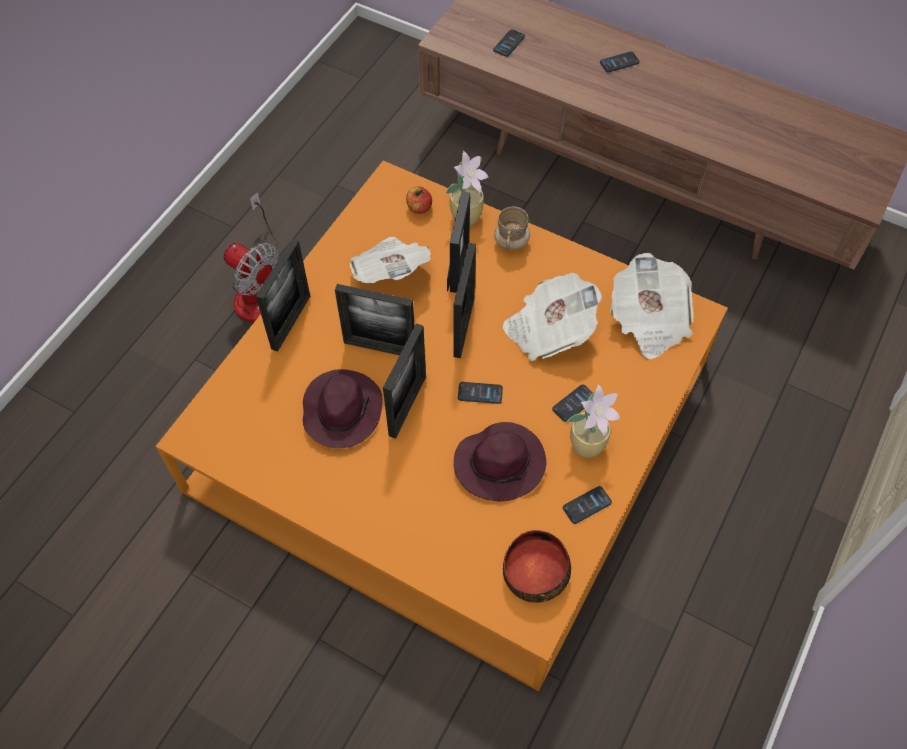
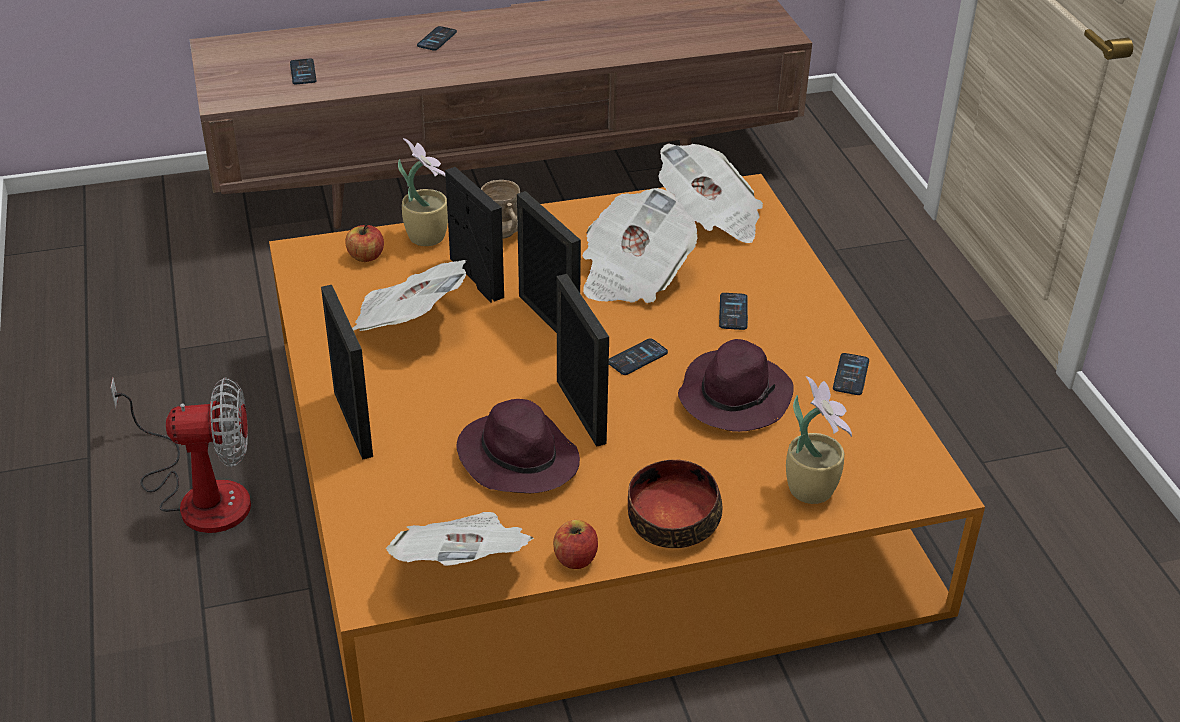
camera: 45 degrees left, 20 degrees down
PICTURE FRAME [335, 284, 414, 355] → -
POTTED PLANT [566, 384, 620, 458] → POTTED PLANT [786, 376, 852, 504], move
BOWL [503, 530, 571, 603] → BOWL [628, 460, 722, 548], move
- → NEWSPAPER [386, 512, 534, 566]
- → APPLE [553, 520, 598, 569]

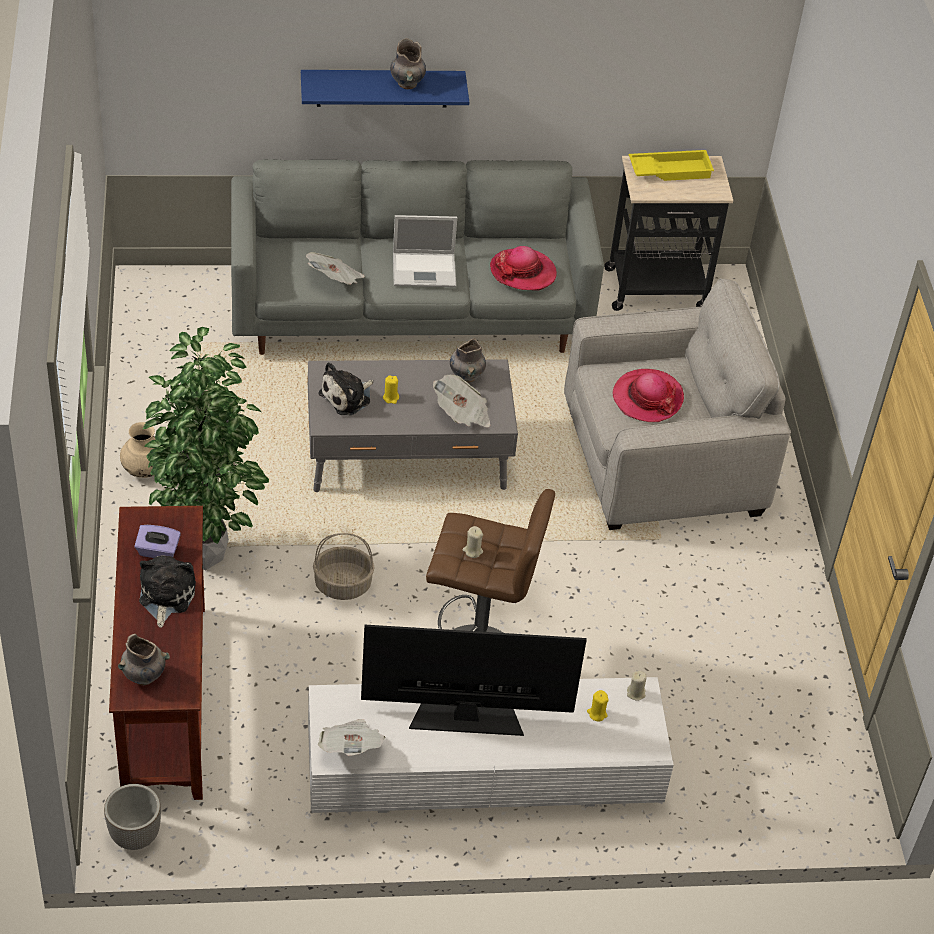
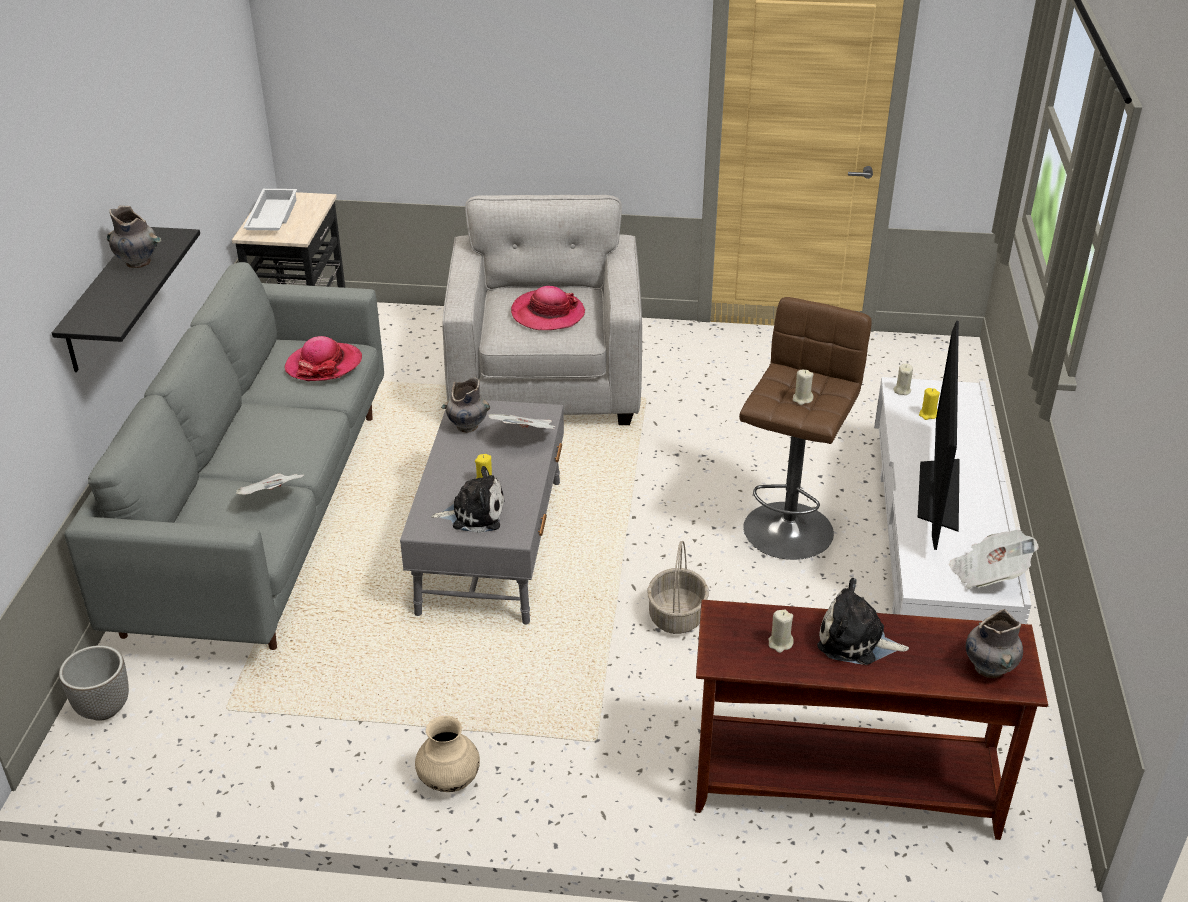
camera: 75 degrees left, 10 degrees down
BLUE SHELF [301, 70, 469, 108] → BLACK SHELF [52, 227, 200, 372]
YELLOW TRAY [629, 150, 714, 181] → WHITE TRAY [244, 189, 297, 230]
LAPTOP [393, 215, 457, 287] → -
POTTED PLANT [143, 327, 269, 571] → -
PLUSH TOY [318, 362, 374, 415] → PLUSH TOY [431, 466, 505, 533], 60 degrees counterclockwise
PURPLE TISSUE BOX [134, 525, 181, 558] → BEIGE CANDLE [769, 610, 794, 653]
PLANTER [104, 784, 161, 850] → PLANTER [59, 645, 129, 721], move

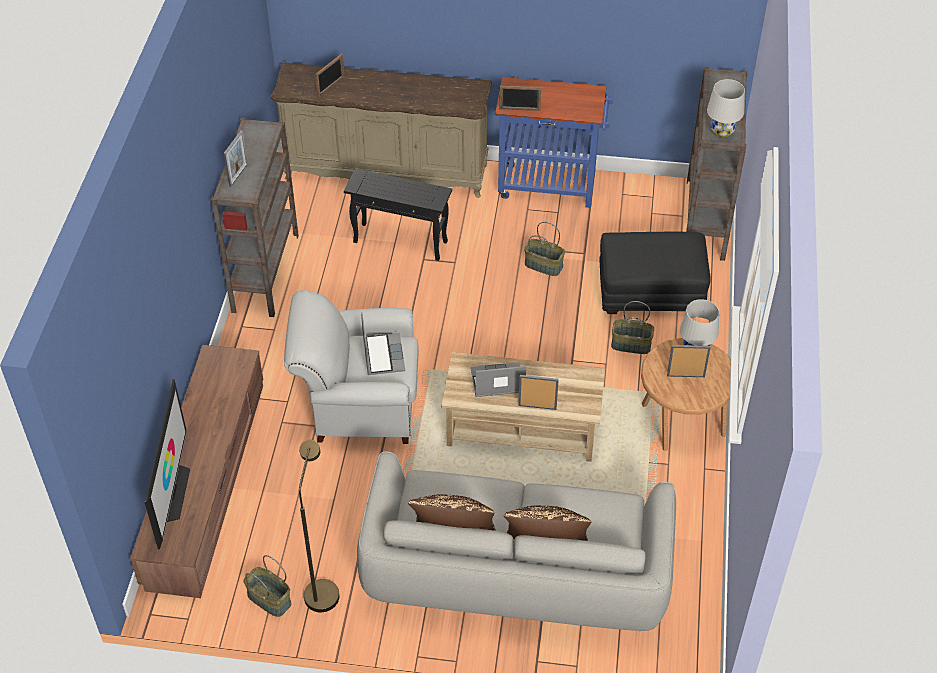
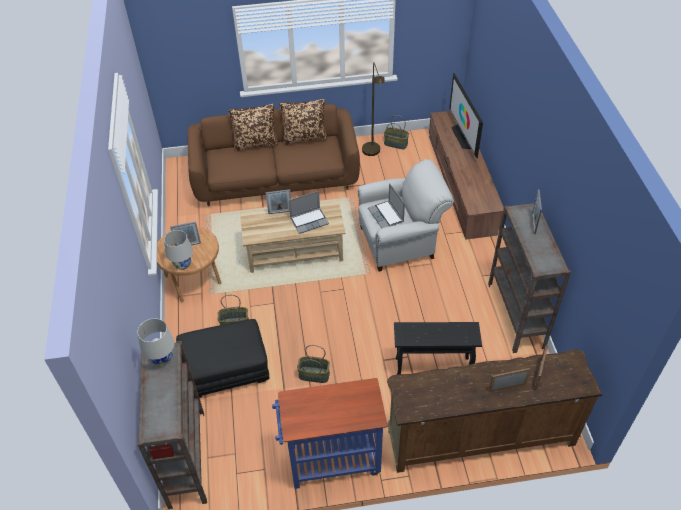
camera: 165 degrees right, 0 degrees up
PICTURE FRAME [499, 85, 541, 111] → PICTURE FRAME [489, 368, 530, 392], move
GREY SOFA [357, 451, 676, 632] → BROWN SOFA [188, 104, 360, 206]

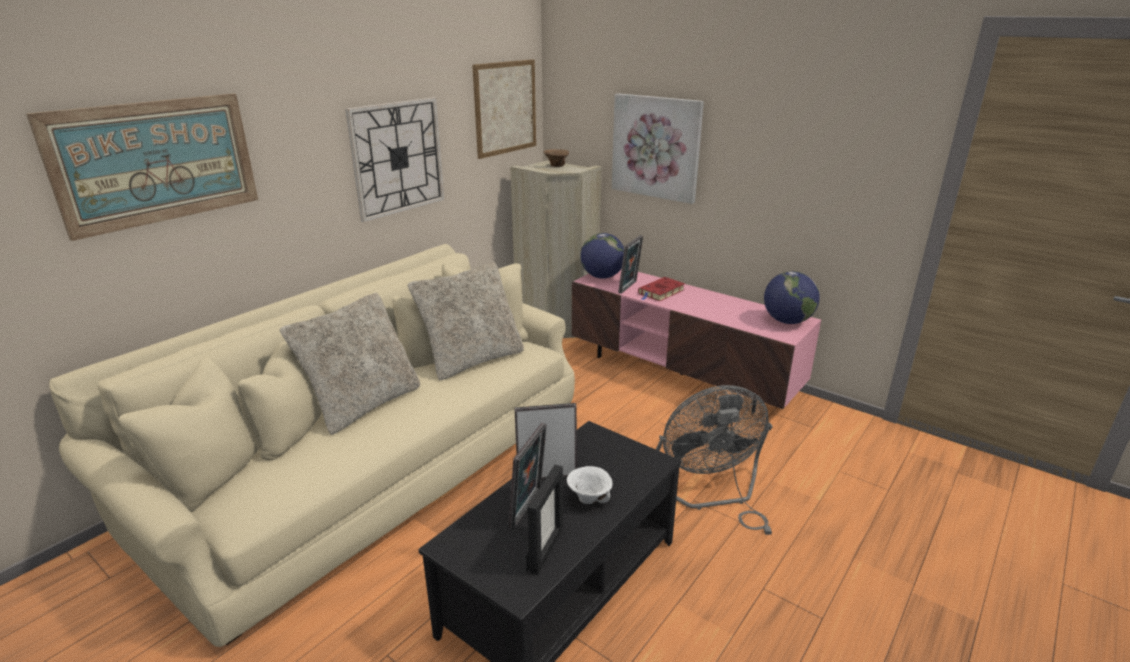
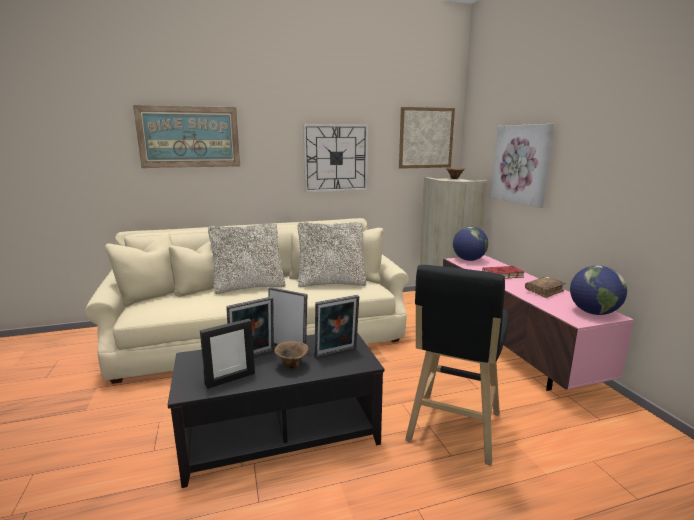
camera: 35 degrees right, 10 degrees down
PICTURE FRAME [618, 235, 643, 294] → PICTURE FRAME [314, 295, 359, 358], move
GREY FAN [656, 385, 772, 535] → BLACK STOOL [405, 265, 508, 466]
WHITE BOWL [567, 466, 612, 504] → BROWN BOWL [274, 341, 309, 370]
- → BROWN BOOK [525, 277, 566, 298]

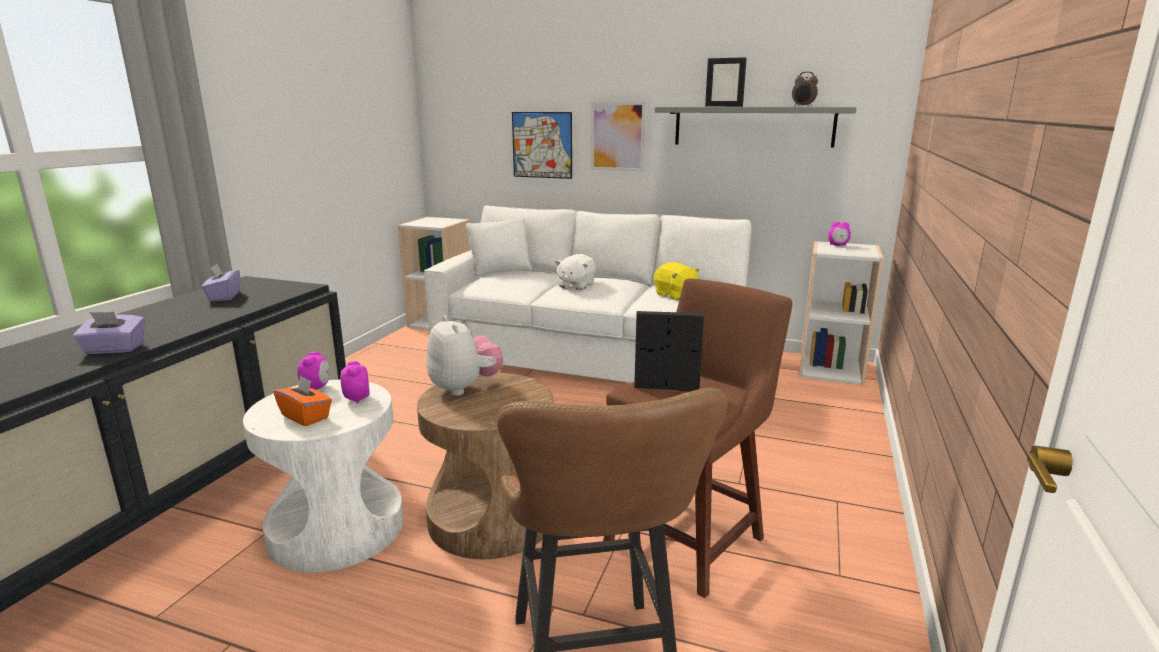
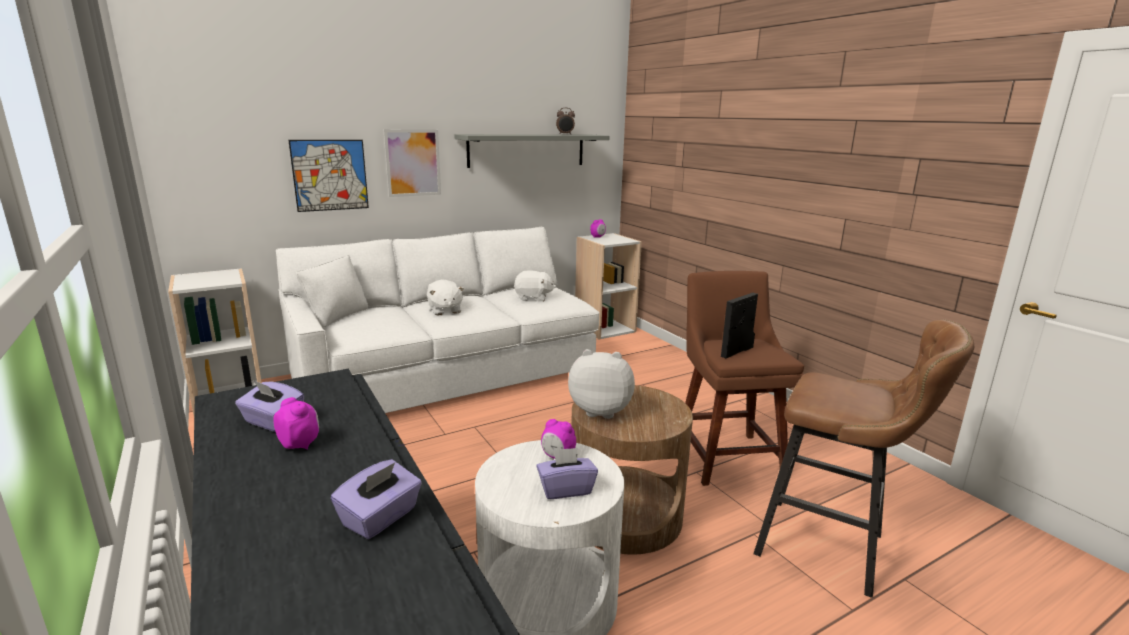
camera: 50 degrees left, 0 degrees up
PICTURE FRAME [705, 57, 747, 107] → -
YELLOW PLUSH TOY [654, 262, 700, 300] → WHITE PLUSH TOY [514, 270, 556, 301]
ALARM CLOCK [298, 351, 330, 390] → ALARM CLOCK [274, 397, 319, 450], move
ORANGE TISSUE BOX [274, 375, 332, 426] → PURPLE TISSUE BOX [536, 447, 598, 499]

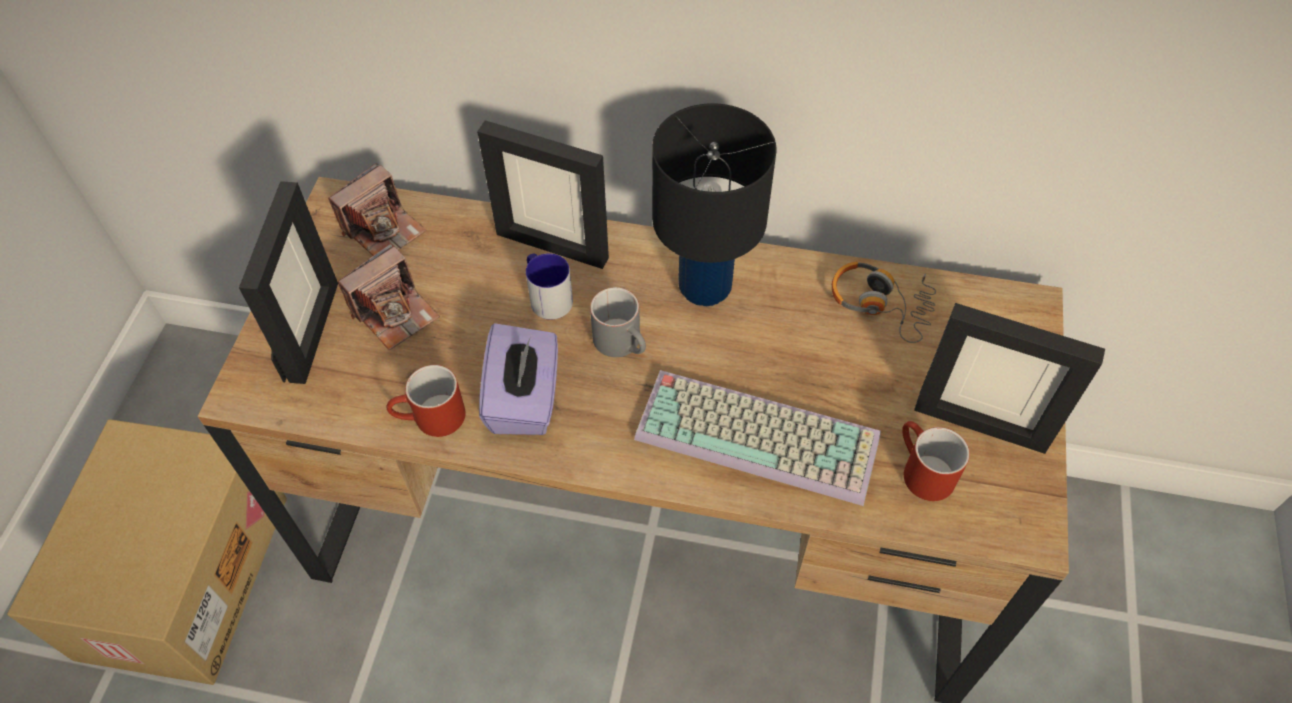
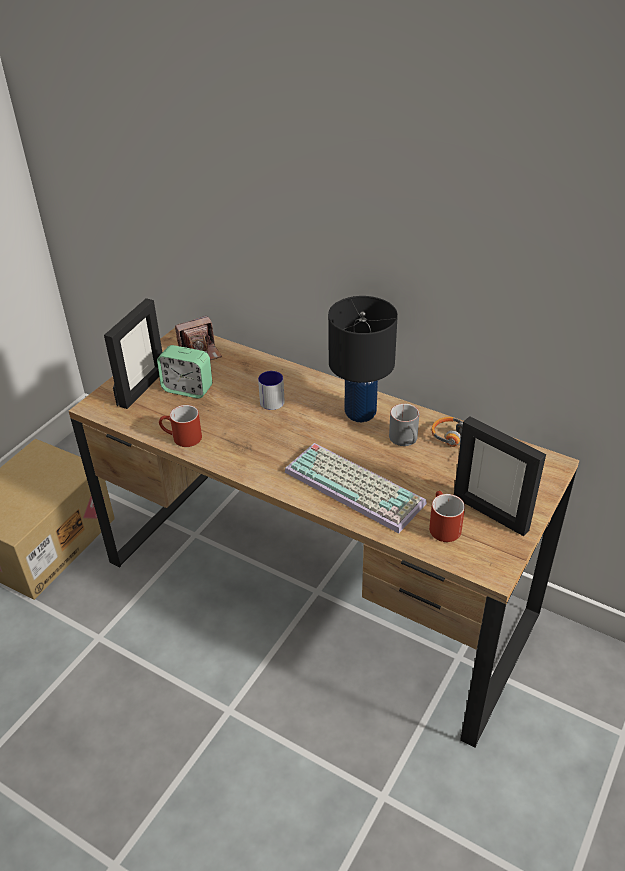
camera: 20 degrees right, 15 degrees down
PICTURE FRAME [477, 120, 609, 269] → -
PHOTO CAMERA [337, 244, 440, 350] → ALARM CLOCK [157, 345, 212, 399]
GREY MUG [590, 287, 646, 357] → GREY MUG [389, 404, 419, 446], move
PURPLE TISSUE BOX [479, 323, 558, 435] → -

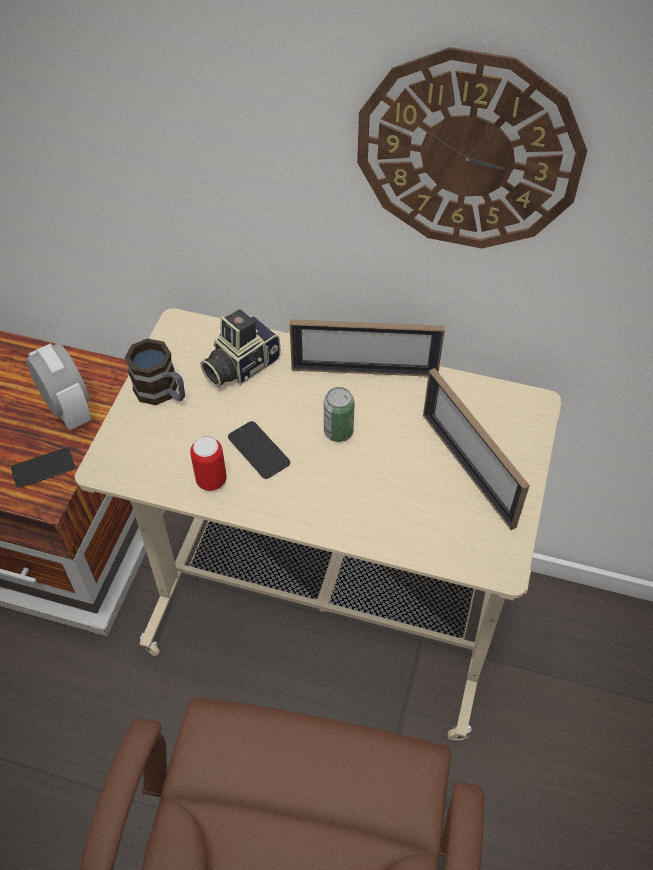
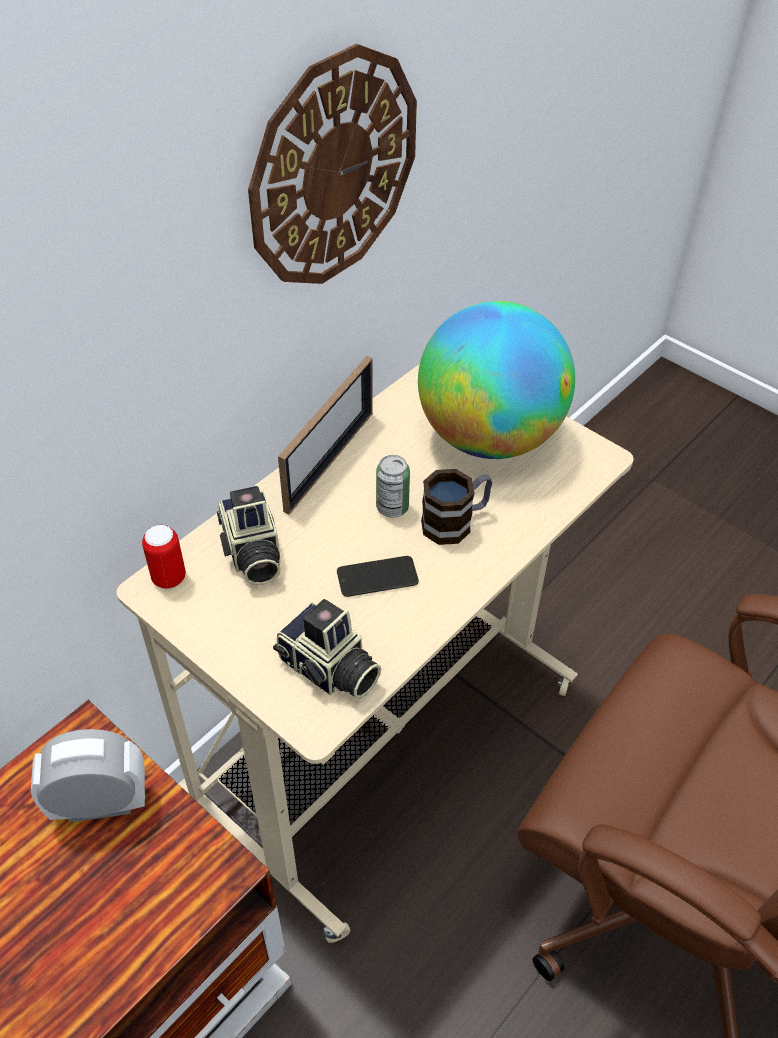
camera: 65 degrees left, 5 degrees down
MUG [125, 338, 185, 405] → MUG [421, 469, 492, 545], move
PICTURE FRAME [423, 368, 530, 530] → GLOBE [418, 301, 575, 459]
CAN [190, 437, 227, 491] → CAN [142, 525, 186, 589], move
PHONE [11, 448, 75, 488] → -
- → PHOTO CAMERA [273, 599, 381, 699]

